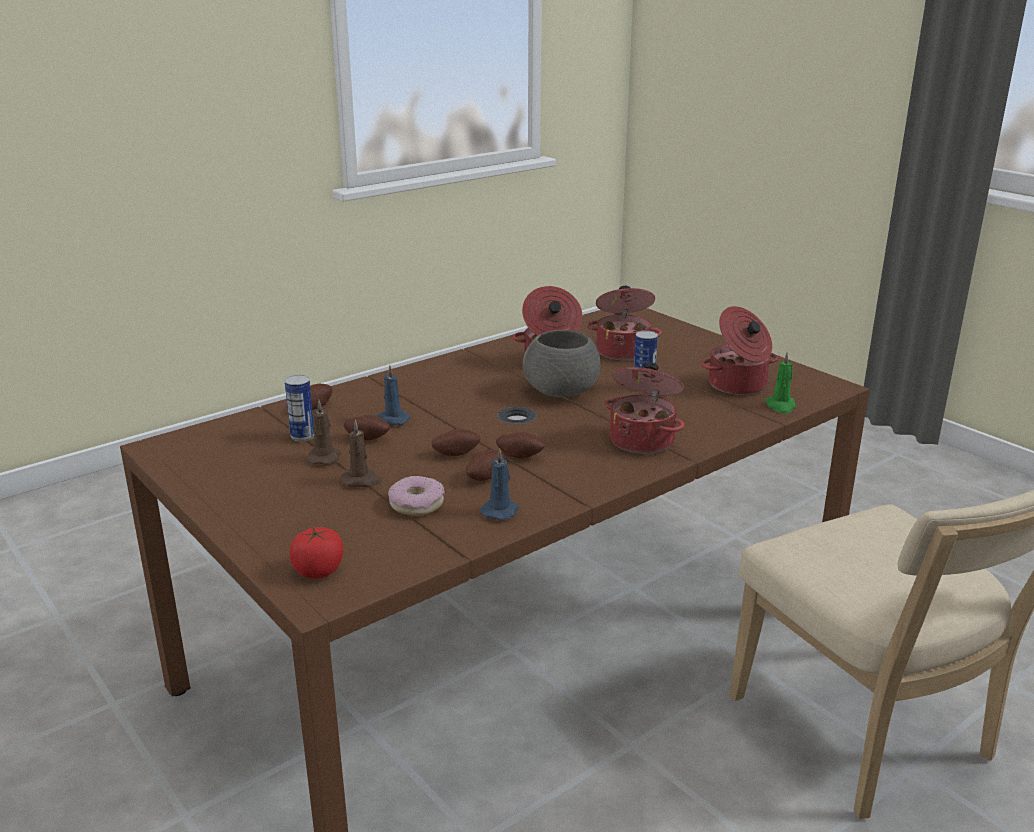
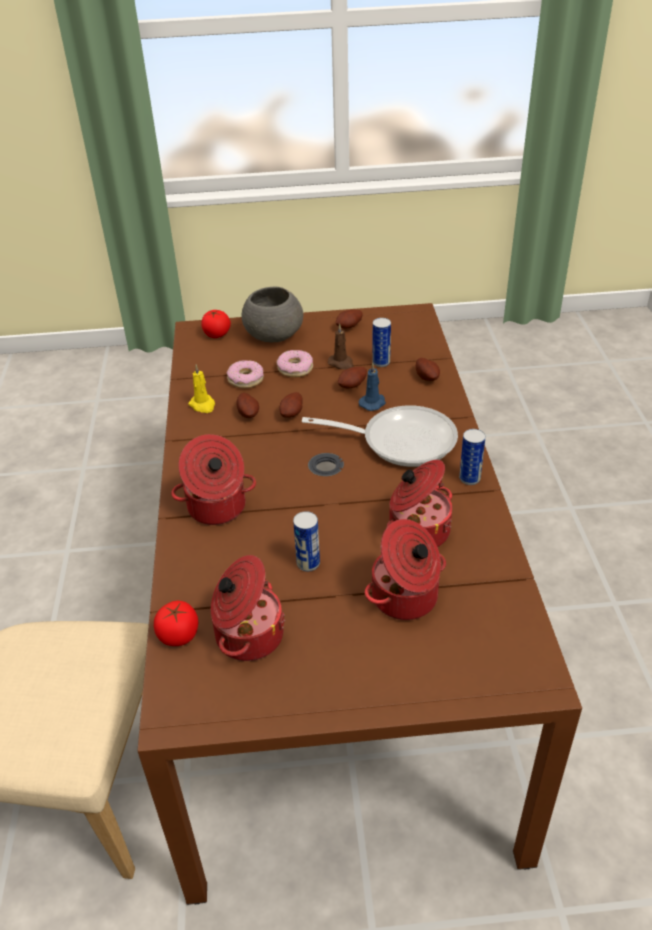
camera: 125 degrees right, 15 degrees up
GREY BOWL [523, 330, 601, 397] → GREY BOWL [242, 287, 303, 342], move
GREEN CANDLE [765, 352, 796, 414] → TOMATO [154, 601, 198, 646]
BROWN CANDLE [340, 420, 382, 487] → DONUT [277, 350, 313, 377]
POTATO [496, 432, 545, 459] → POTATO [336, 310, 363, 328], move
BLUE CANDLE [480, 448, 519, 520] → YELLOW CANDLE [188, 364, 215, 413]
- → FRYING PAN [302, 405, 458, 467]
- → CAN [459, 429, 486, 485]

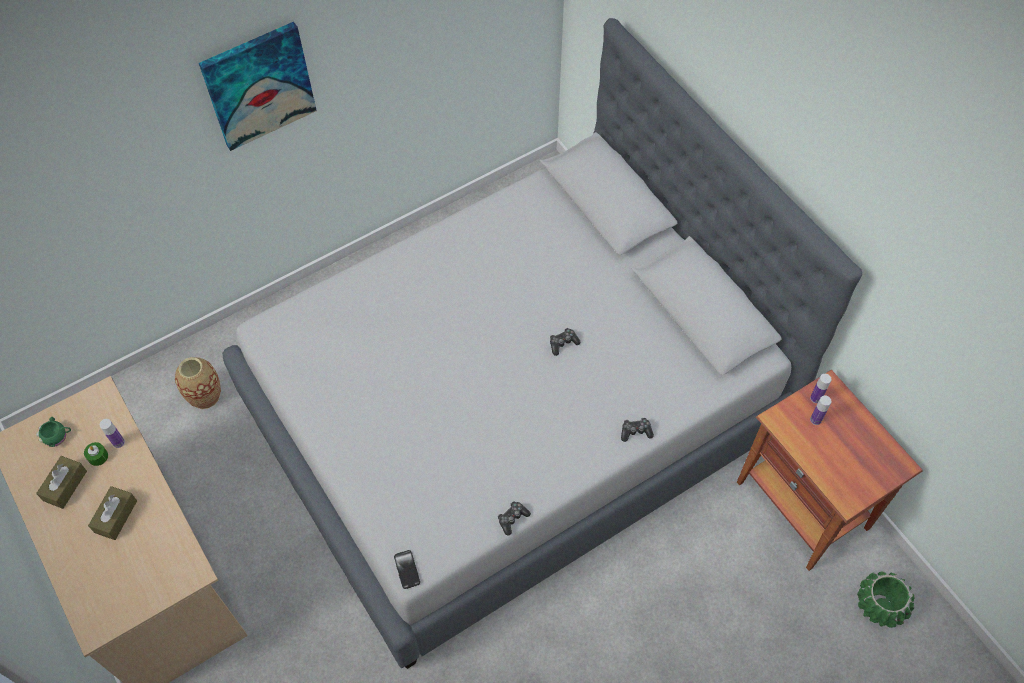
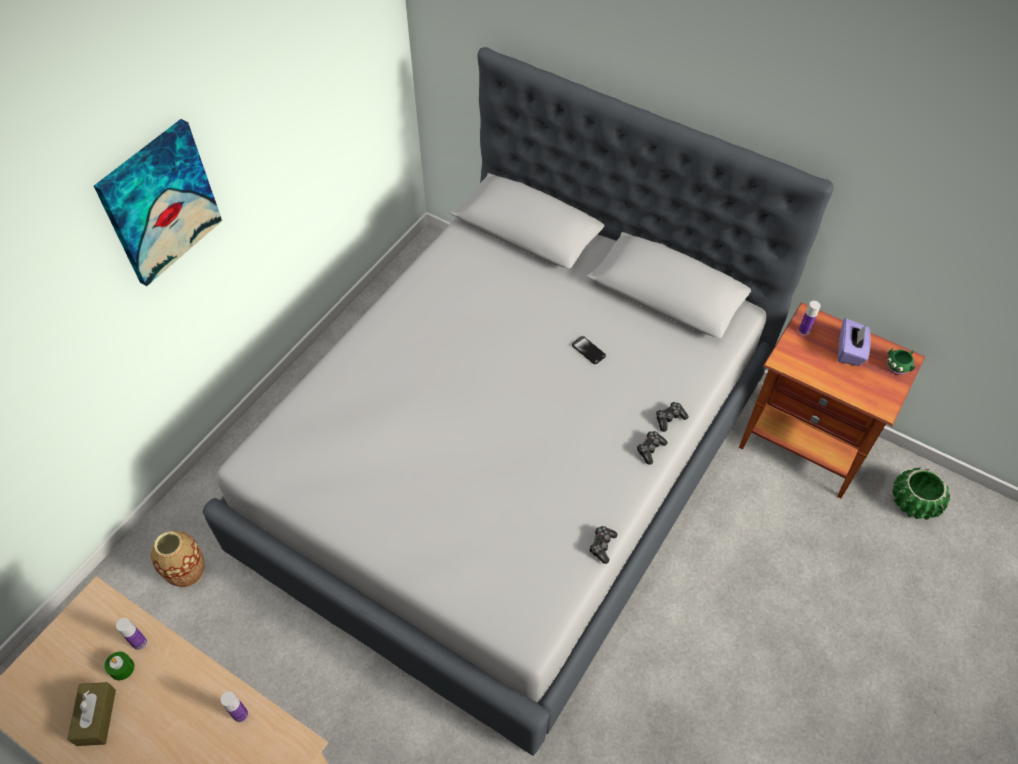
camera: 25 degrees left, 5 degrees down
GAME CONTROLLER [550, 328, 580, 356] → GAME CONTROLLER [637, 431, 668, 465], move
BOTTLE [810, 396, 831, 425] → BOTTLE [221, 691, 248, 722], move
GREEN MUG [36, 417, 71, 447] → GREEN MUG [887, 347, 916, 375], move
BROWN TISSUE BOX [88, 486, 137, 540] → -
PHONE [394, 550, 420, 589] → PHONE [572, 336, 606, 364], move
- → PURPLE TISSUE BOX [838, 319, 871, 366]

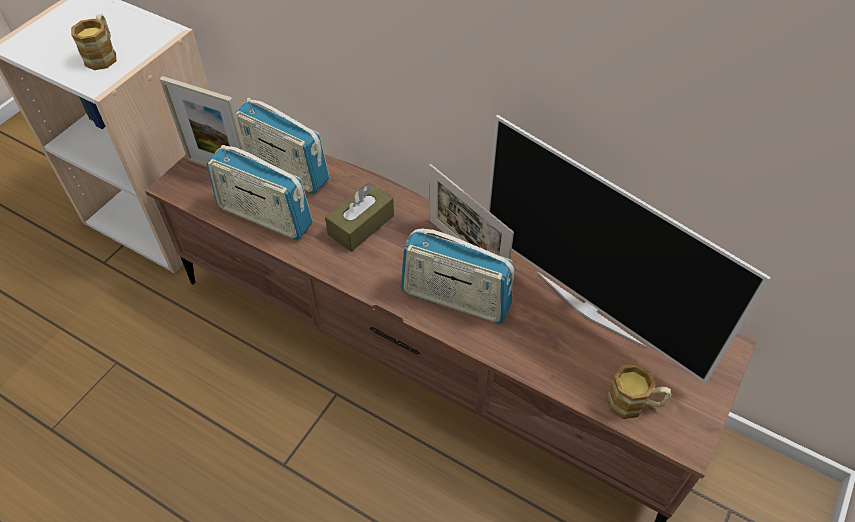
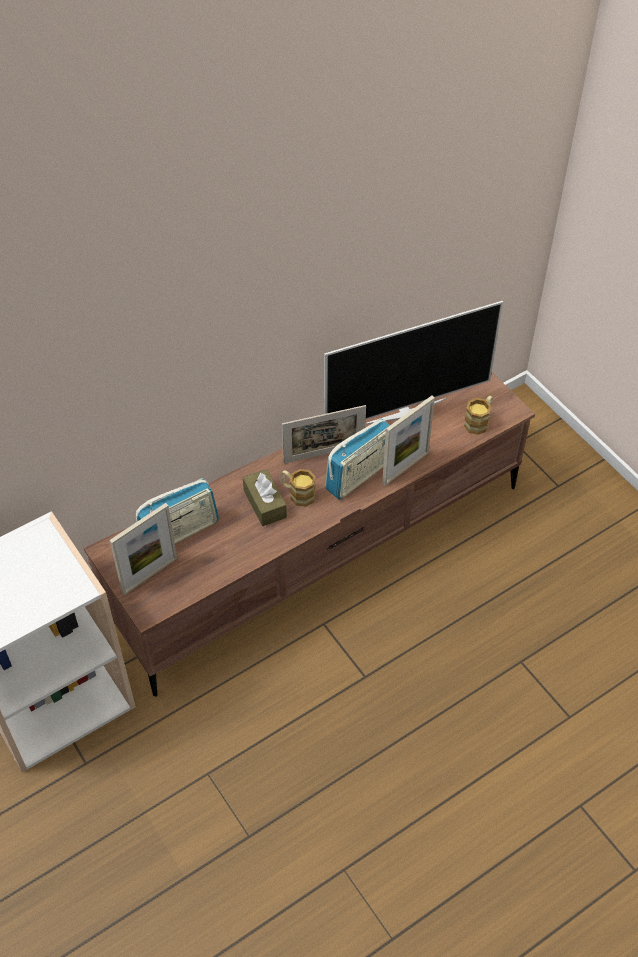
camera: 65 degrees left, 0 degrees up
MUG [71, 14, 117, 70] → MUG [281, 469, 316, 507], move
RADIO [207, 145, 313, 240] → -
- → PICTURE FRAME [382, 396, 435, 486]

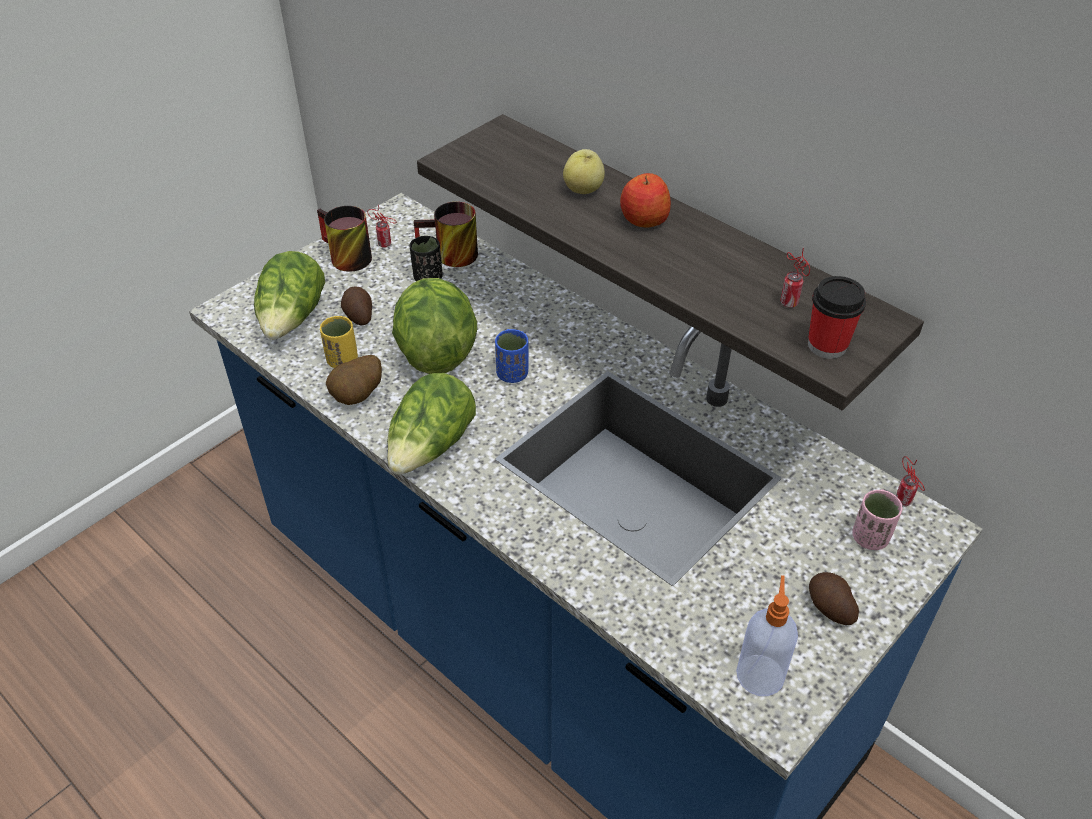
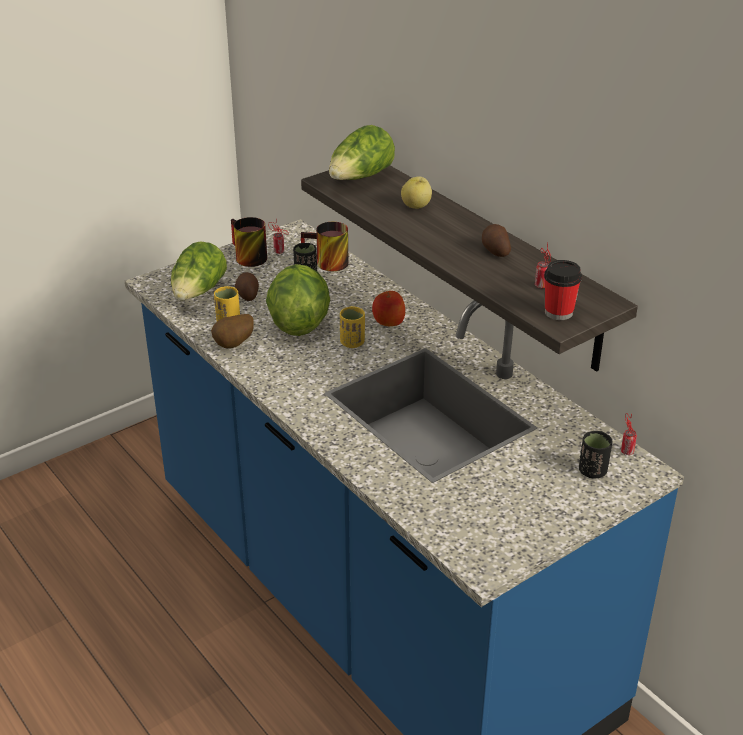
camera: 10 degrees right, 10 degrees down
APPLE [620, 173, 671, 227] → APPLE [372, 291, 405, 326], move
BLUE CUP [495, 329, 529, 383] → YELLOW CUP [340, 306, 365, 348]
LETTUCE [387, 373, 476, 475] → LETTUCE [329, 125, 395, 180], move
PINK CUP [852, 490, 902, 550] → BLACK CUP [579, 431, 612, 479]
POTATO [809, 572, 859, 625] → POTATO [482, 224, 511, 257], move
SOAP DISPENSER [736, 575, 798, 696] → -

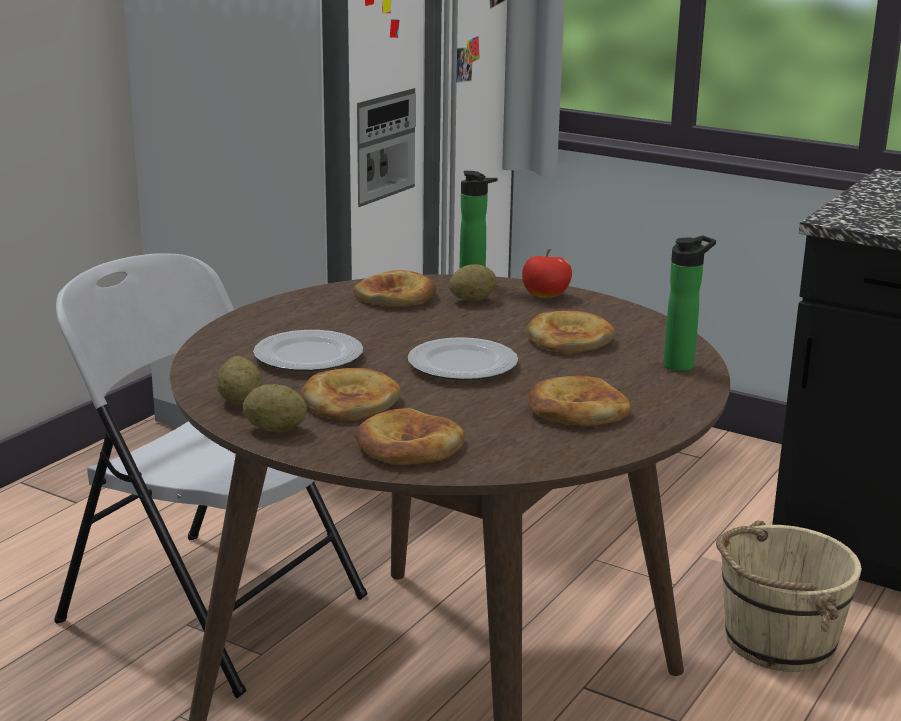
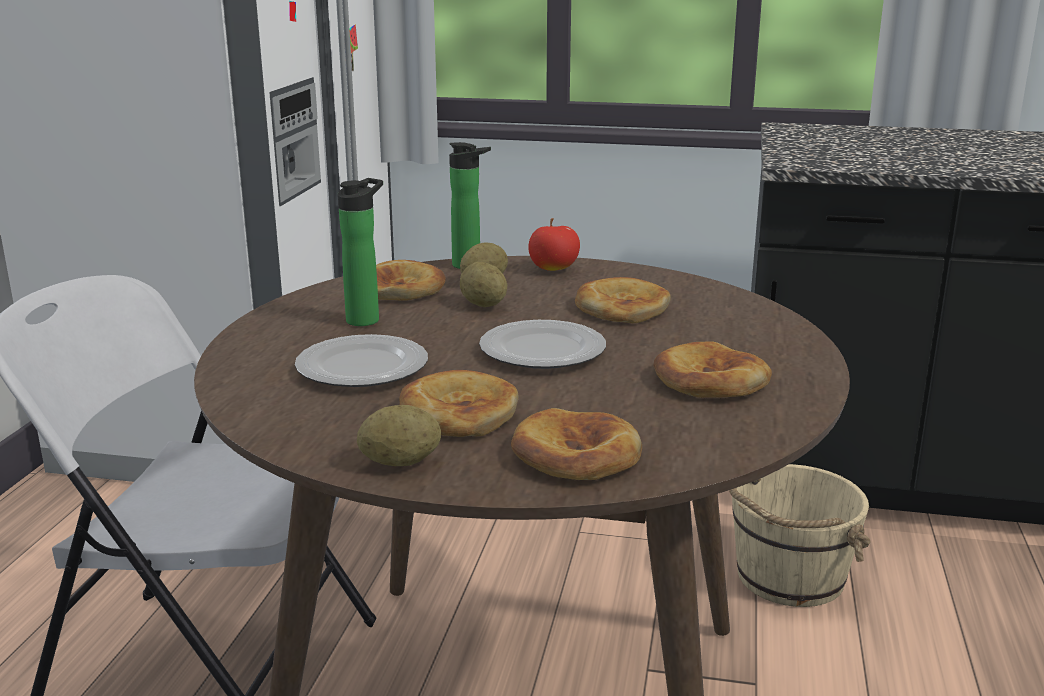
camera: 20 degrees left, 0 degrees up
BOTTLE [663, 236, 716, 371] → BOTTLE [338, 178, 383, 326], move
POTATO [216, 356, 263, 405] → POTATO [460, 262, 507, 307], move

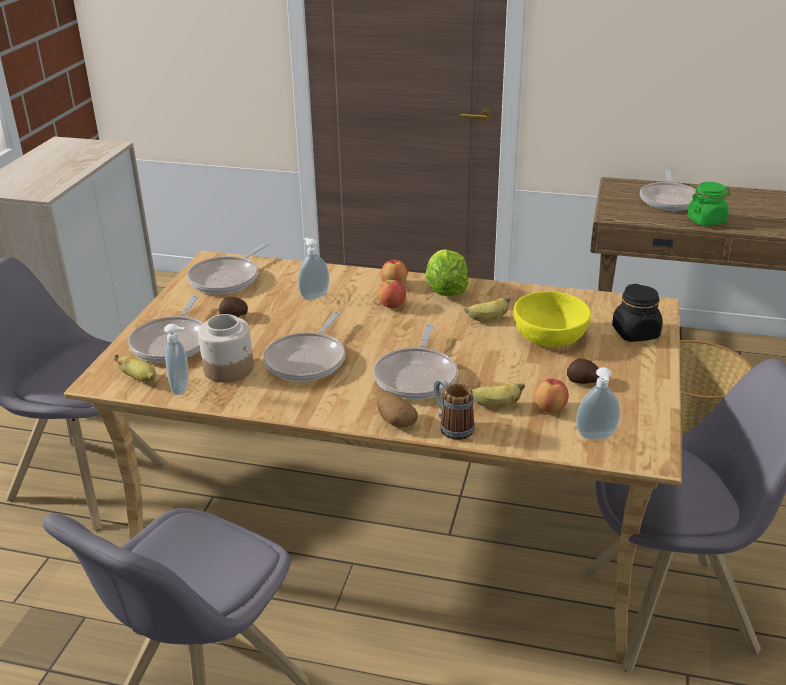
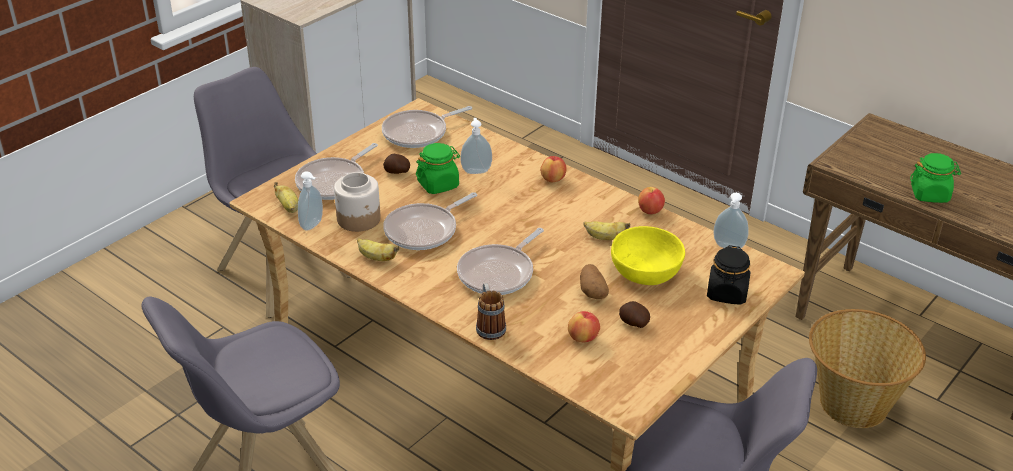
camera: 25 degrees right, 5 degrees up
FRYING PAN [640, 170, 696, 211] → -
LETTUCE [426, 249, 469, 296] → -
APPLE [378, 280, 406, 308] → APPLE [638, 187, 665, 214], move
SOAP DISPENSER [576, 367, 620, 439] → SOAP DISPENSER [713, 193, 749, 249], move
BANANA [472, 383, 525, 408] → BANANA [357, 238, 399, 261], move
POTATO [377, 391, 418, 427] → POTATO [580, 264, 609, 299], move
- → GREEN JAR [416, 143, 460, 194]

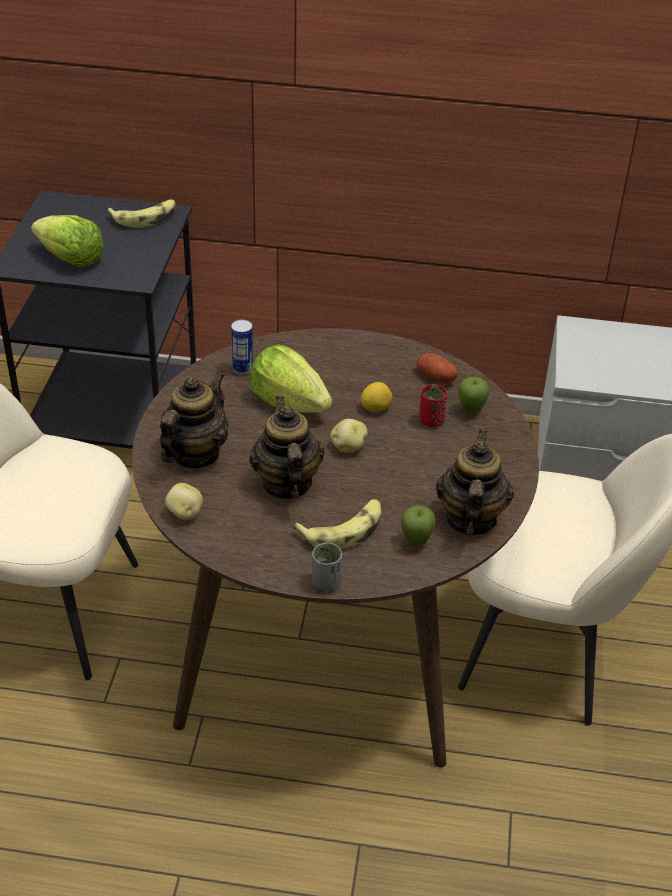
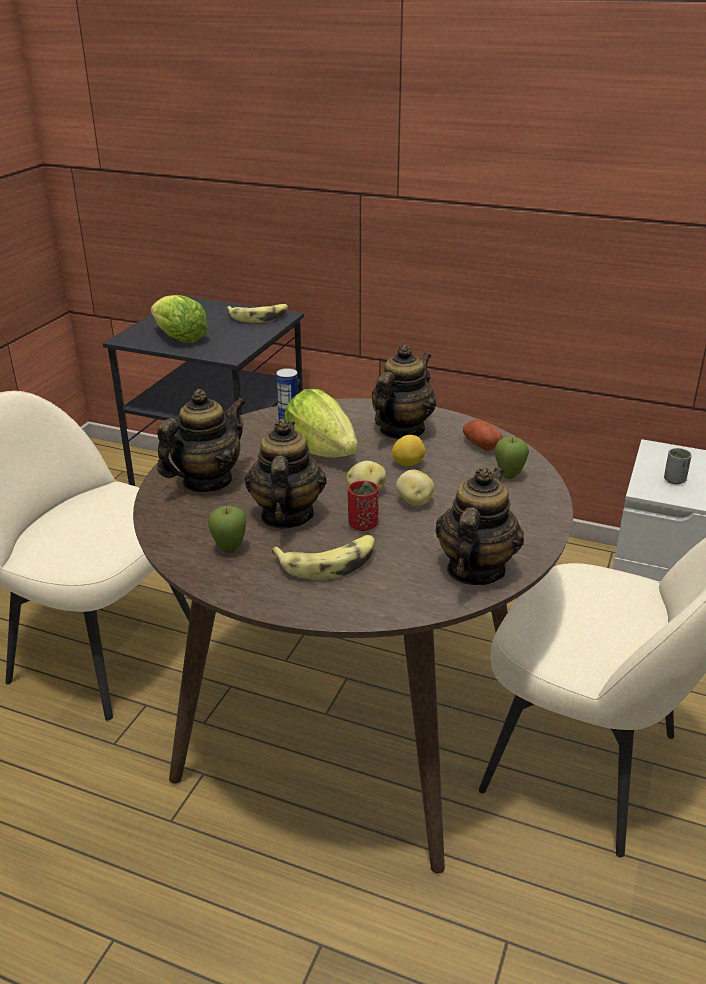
camera: 15 degrees right, 10 degrees down
RED CUP [419, 384, 447, 427] → RED CUP [348, 481, 378, 531], move
POTATO [165, 483, 203, 520] → POTATO [396, 470, 434, 506], move
APPLE [401, 506, 436, 547] → APPLE [208, 506, 246, 553], move
GREY CUP [312, 543, 342, 591] → GREY CUP [664, 448, 692, 485], move
- → TEAPOT [372, 344, 436, 439]

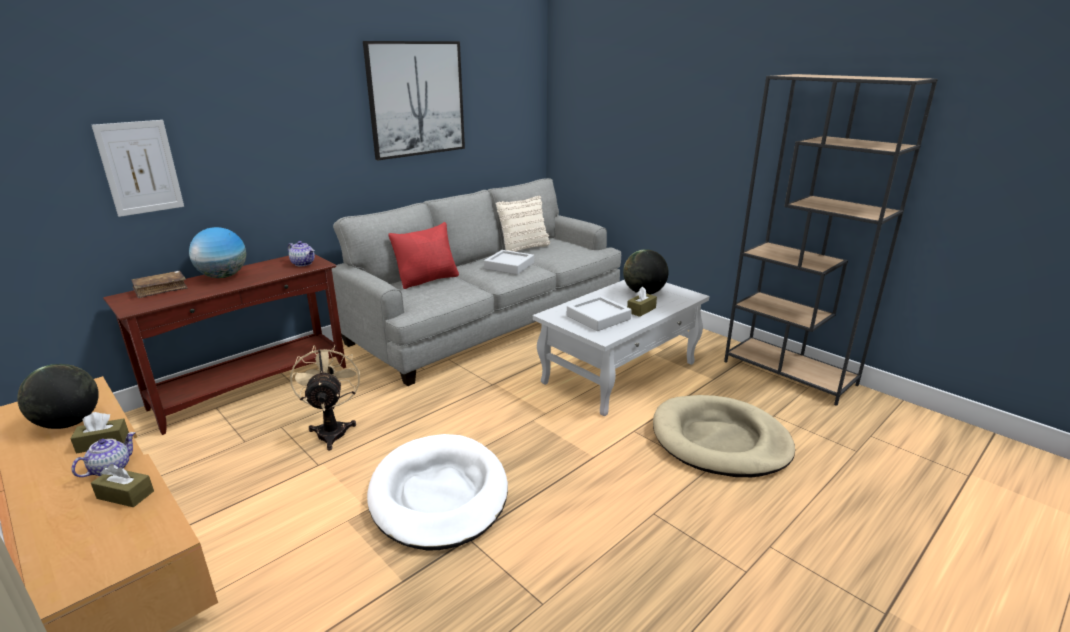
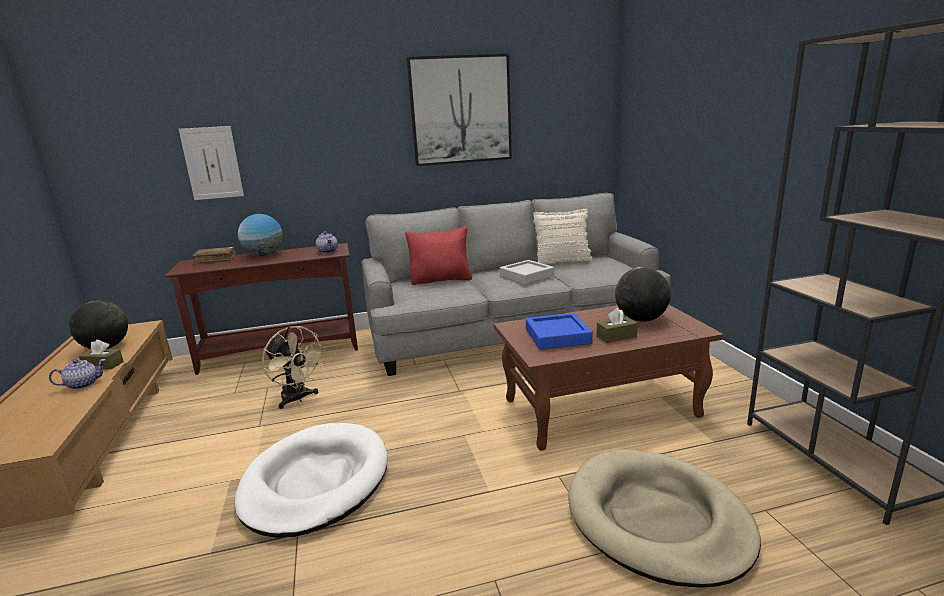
camera: 30 degrees right, 5 degrees down
WHITE COFFEE TABLE [533, 280, 709, 416] → BROWN COFFEE TABLE [494, 305, 724, 451]
GREY TRAY [567, 295, 632, 331] → BLUE TRAY [526, 313, 593, 350]
BEIGE FAN [290, 345, 360, 450] → BEIGE FAN [262, 326, 326, 409], 120 degrees clockwise
BROWN TISSUE BOX [91, 464, 154, 507] → -

